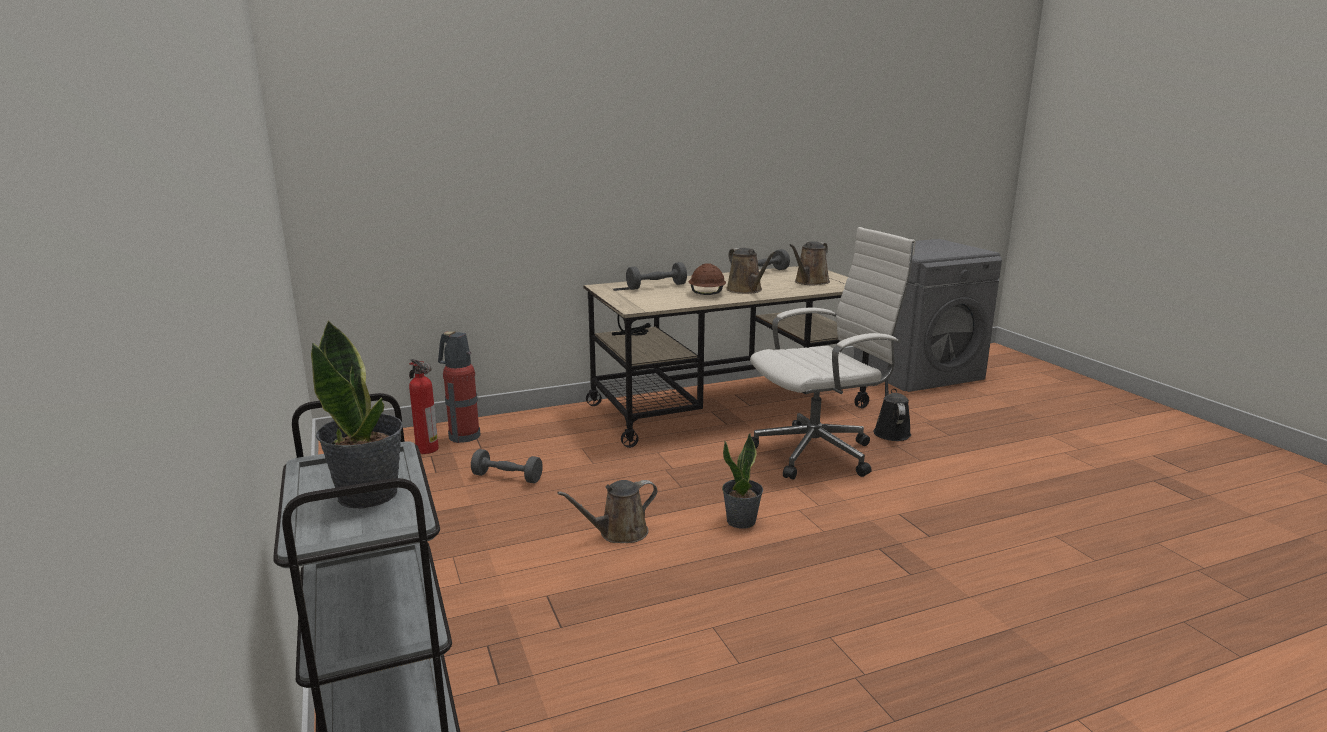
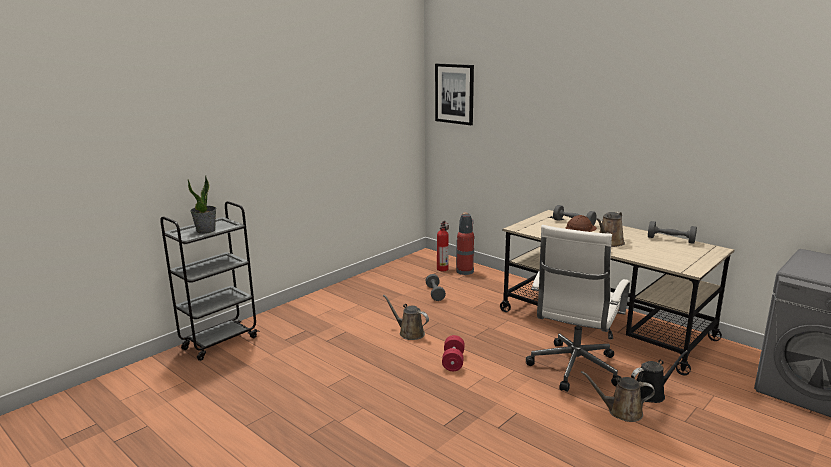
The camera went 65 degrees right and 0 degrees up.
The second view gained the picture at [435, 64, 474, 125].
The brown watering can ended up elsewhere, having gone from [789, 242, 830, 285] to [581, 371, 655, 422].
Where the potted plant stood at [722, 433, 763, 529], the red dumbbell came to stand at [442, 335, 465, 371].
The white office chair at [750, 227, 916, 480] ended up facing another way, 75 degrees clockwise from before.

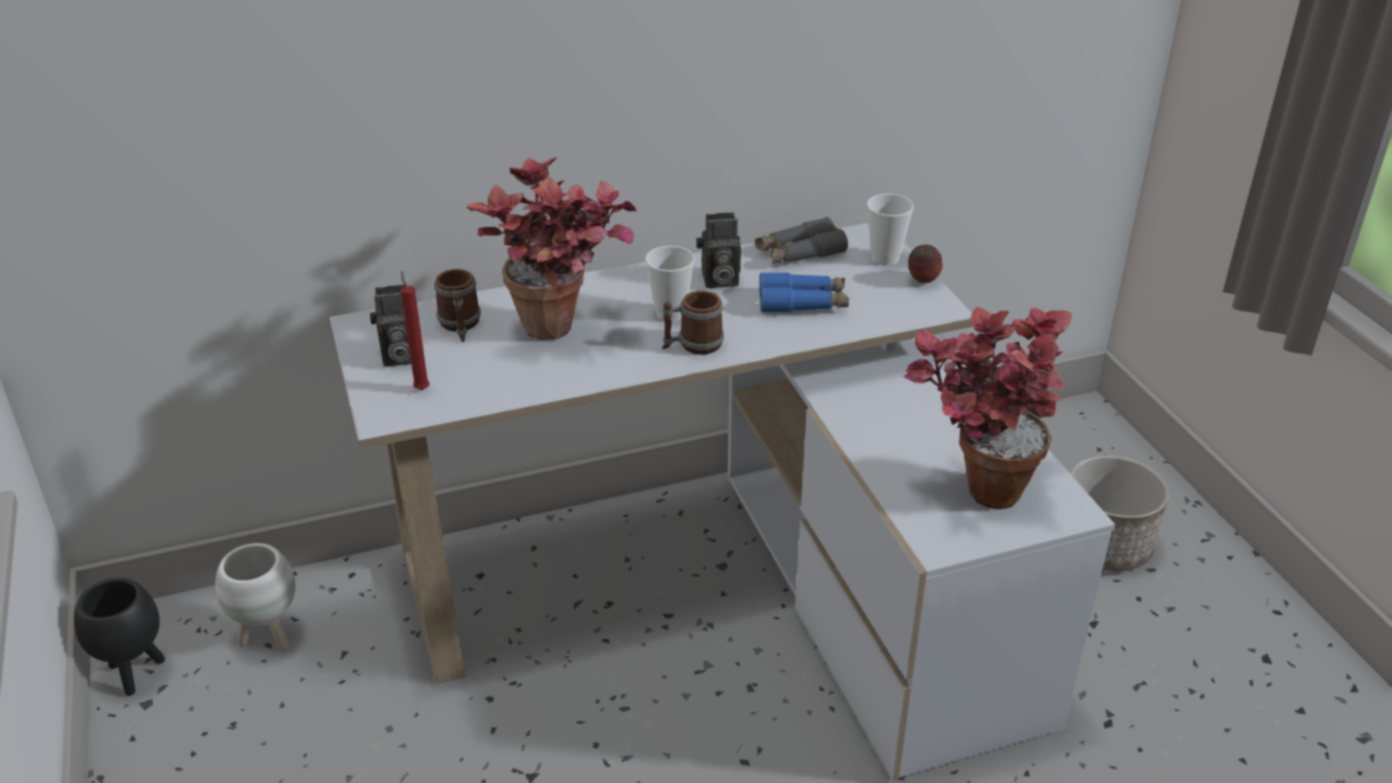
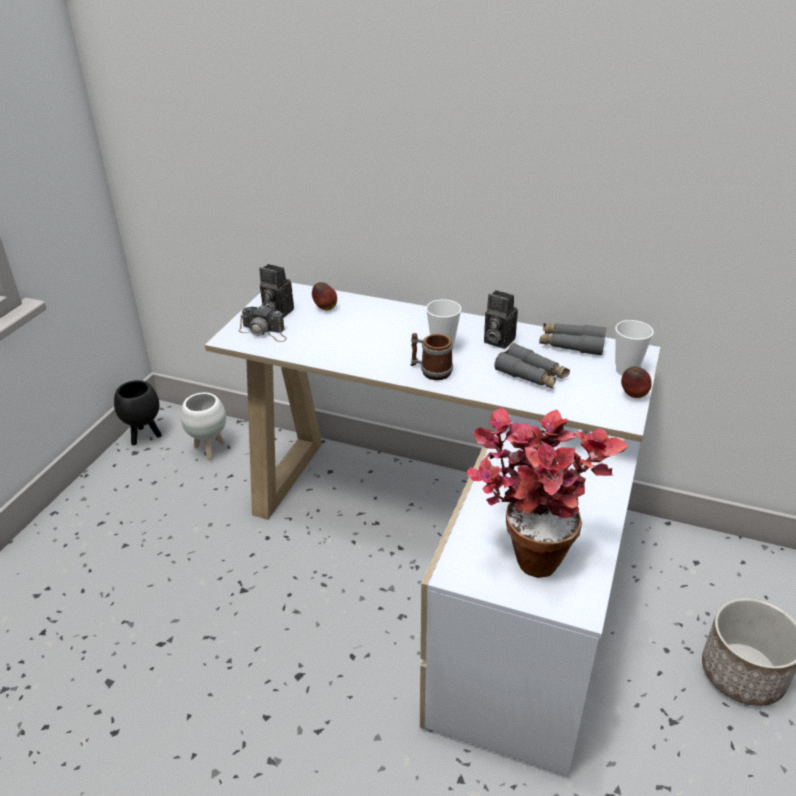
The camera went 40 degrees right and 0 degrees up.
The second view lost the potted plant at [466, 157, 637, 340].
Where the red candle stood at [401, 270, 430, 390], the photo camera came to stand at [239, 305, 287, 342].
Where the mug stood at [434, 269, 481, 342], the apple came to stand at [312, 282, 337, 311].
What was the blue binoculars at [759, 272, 849, 313] turned into the grey binoculars at [494, 343, 570, 389].

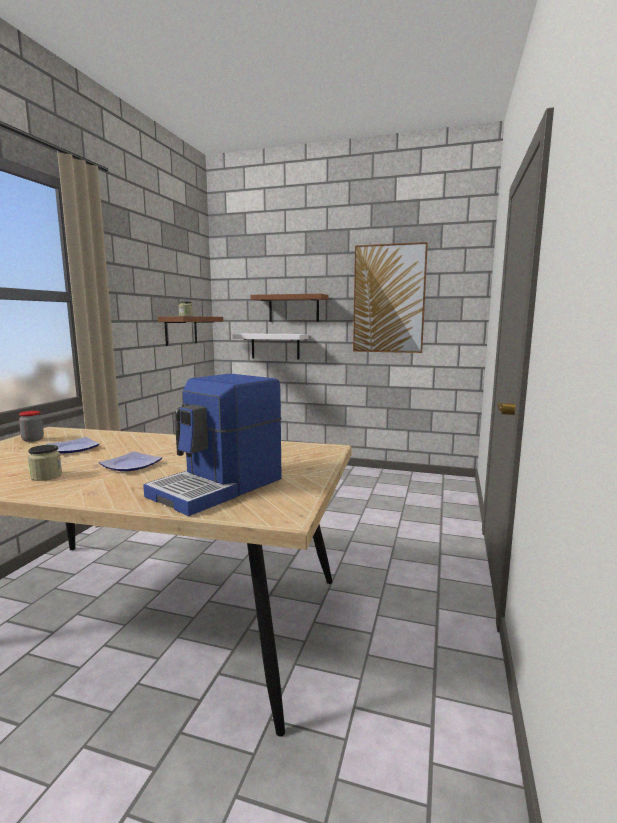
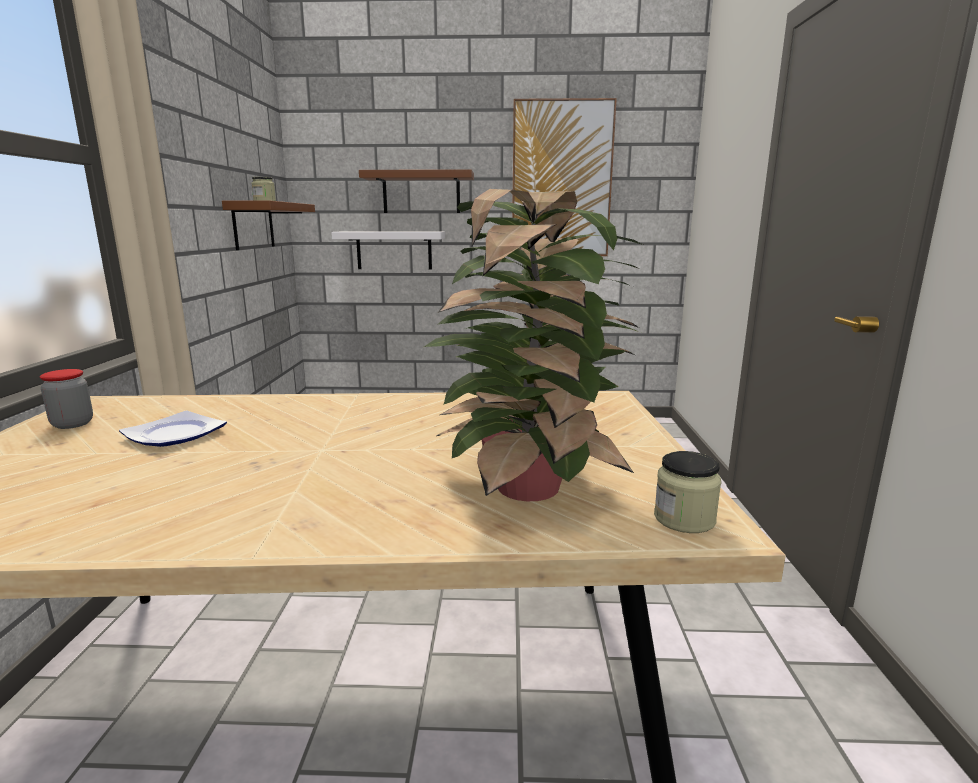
The camera went 15 degrees left and 5 degrees up.
The second view lost the plate at [99, 451, 162, 471].
The jar ended up elsewhere, having gone from [28, 445, 62, 481] to [654, 451, 721, 533].
Where the coffee machine stood at [143, 374, 282, 516], the potted plant came to stand at [424, 189, 643, 501].

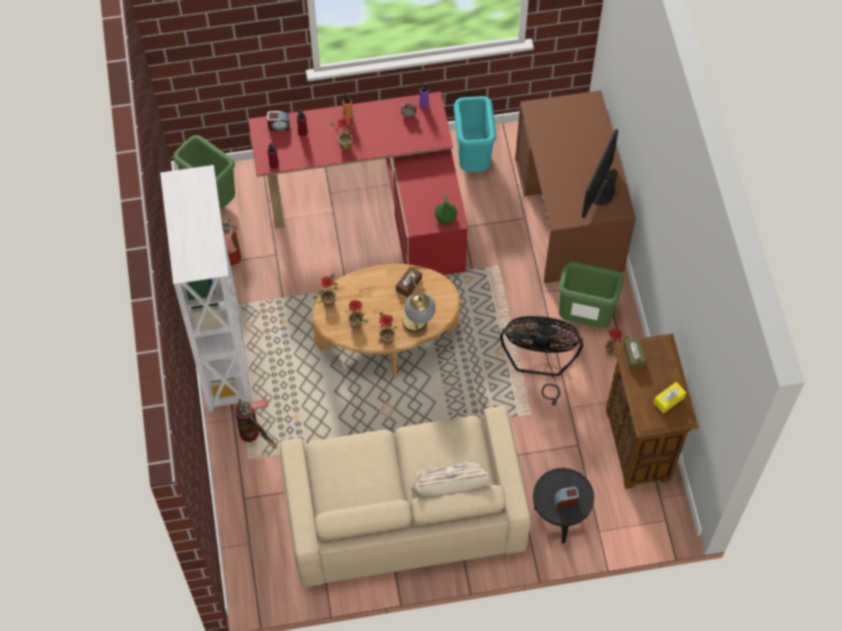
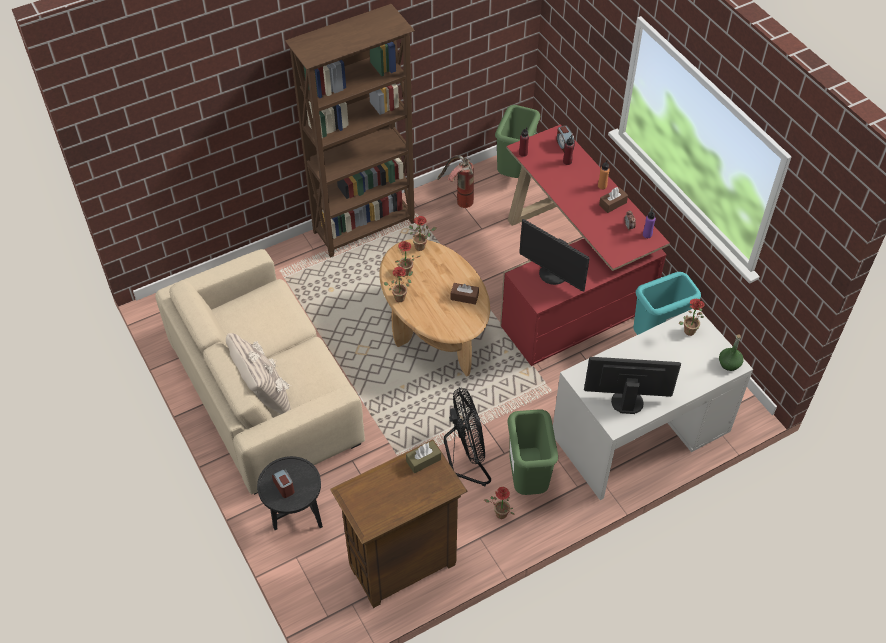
The camera went 70 degrees right and 10 degrees down.
The second view lost the fire extinguisher at [235, 399, 277, 449].
The second view lost the table lamp at [402, 269, 436, 332].
The second view lost the yellow tissue box at [653, 382, 686, 413].
The second view gained the monitor at [519, 219, 590, 291].
The second view gained the brown tissue box at [599, 187, 628, 213].
The potted plant ended up elsewhere, having gone from [330, 118, 354, 150] to [679, 298, 705, 336].
The green bottle ended up elsewhere, having gone from [435, 193, 457, 224] to [719, 334, 744, 371].
What was the white bookcase at [160, 165, 252, 412] turned into the brown bookcase at [285, 4, 415, 258].
What was the brown desk at [515, 90, 636, 283] turned into the white desk at [553, 309, 753, 500].

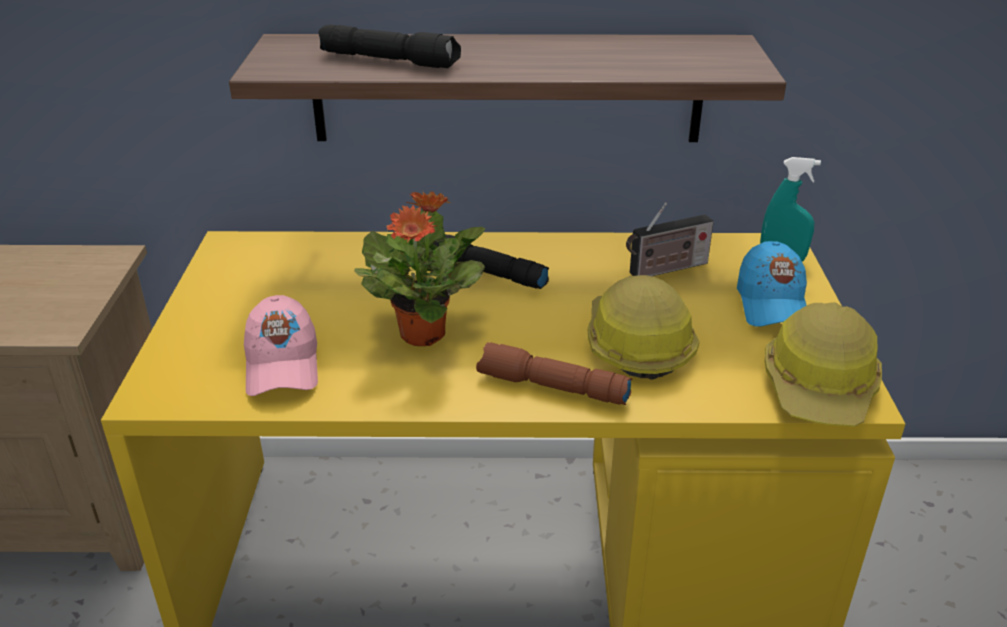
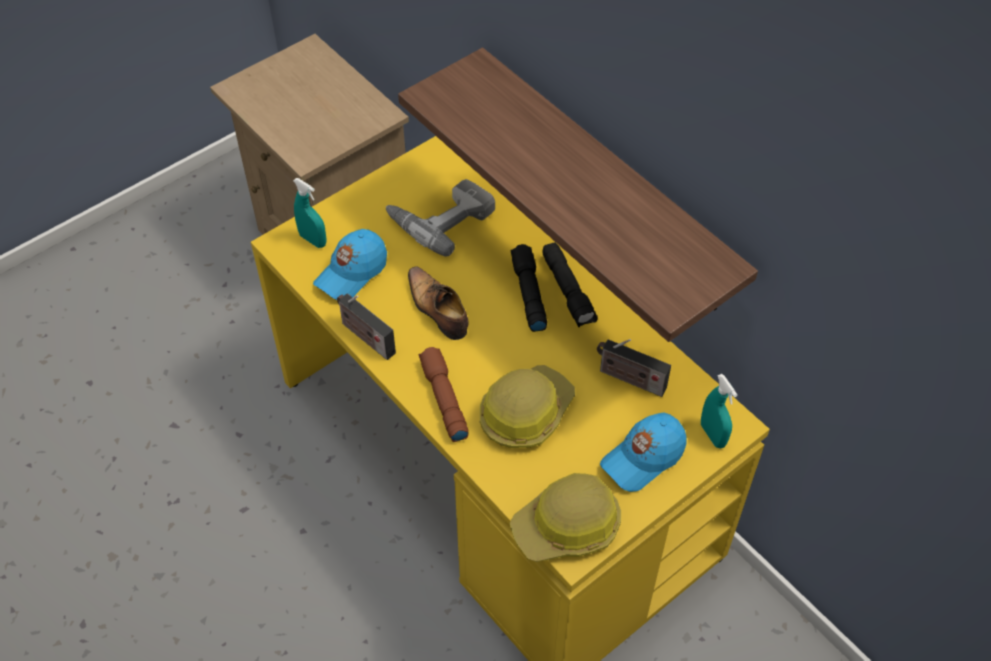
The camera went 50 degrees right and 20 degrees up.
The second view gained the turquoise spray bottle at [293, 178, 326, 248].
The second view gained the radio at [337, 293, 396, 360].
The second view gained the power drill at [386, 179, 495, 257].
The black flashlight ended up elsewhere, having gone from [318, 24, 461, 68] to [542, 242, 598, 327].
Where the potted plant stood at [354, 192, 485, 346], the shoe came to stand at [408, 266, 468, 340].
What was the pink cap at [244, 295, 318, 396] turned into the blue cap at [313, 229, 387, 300].

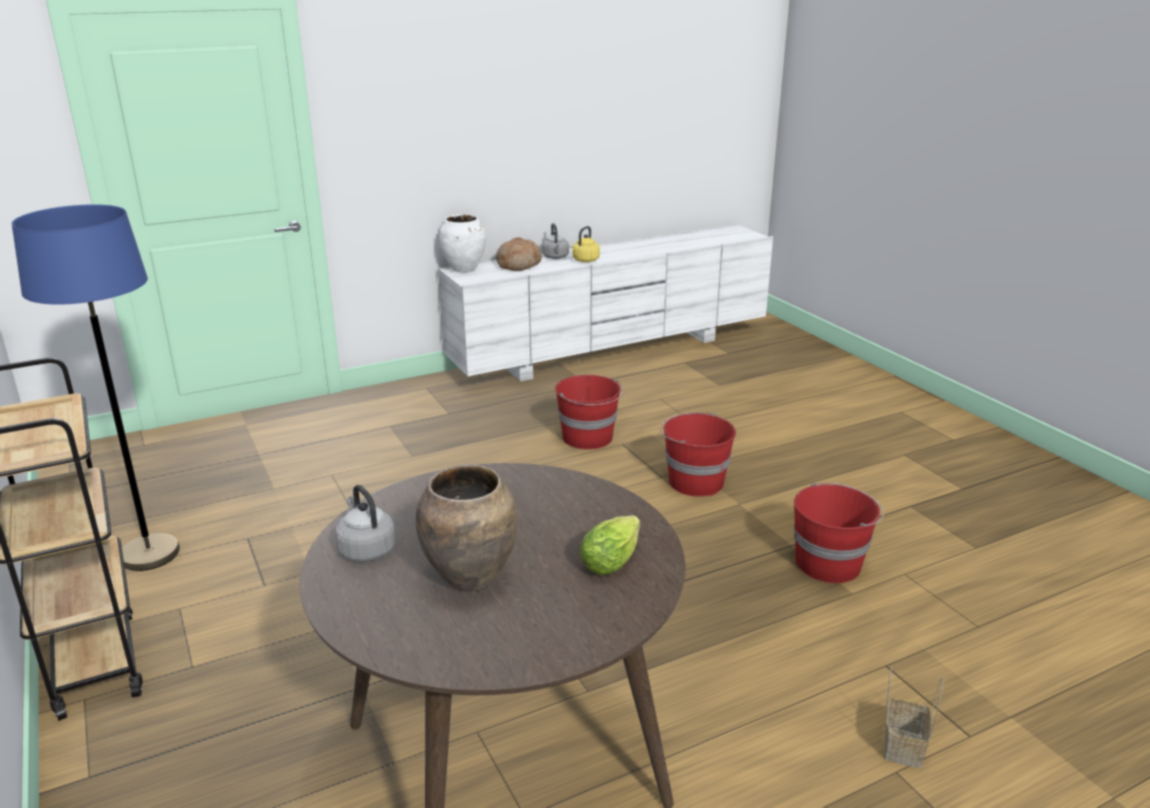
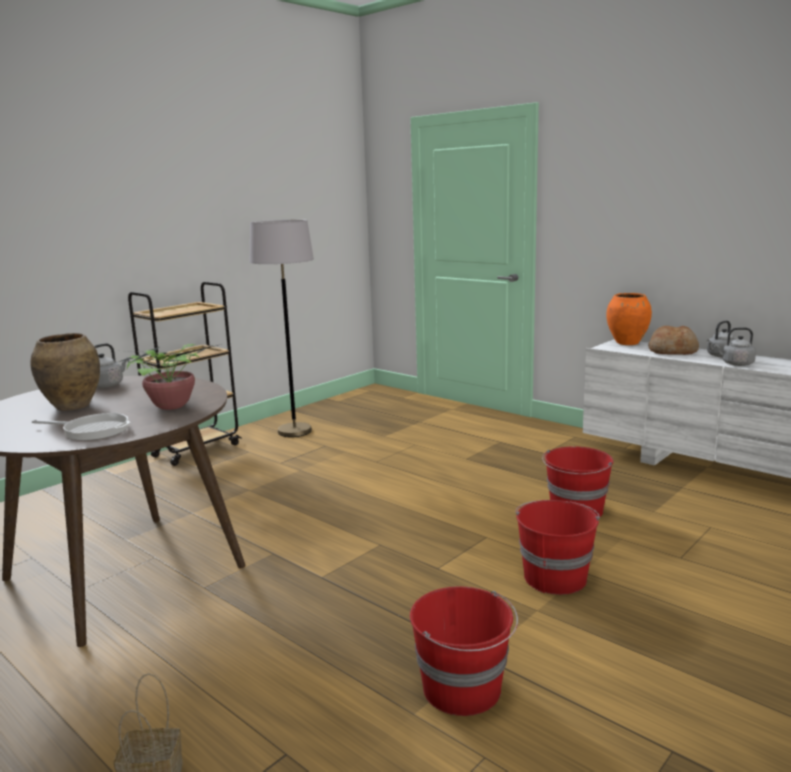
The camera went 70 degrees right and 10 degrees down.
The second view gained the potted plant at [119, 344, 218, 410].
Where the lettuce stood at [580, 515, 640, 575], the frying pan came to stand at [32, 412, 131, 441].
What was the blue floor lamp at [11, 204, 180, 571] turned into the grey floor lamp at [250, 220, 314, 437].
What was the white vase at [439, 214, 486, 272] turned into the orange vase at [606, 293, 652, 345].
What was the yellow kettle at [572, 226, 600, 262] turned into the grey kettle at [714, 327, 756, 366].

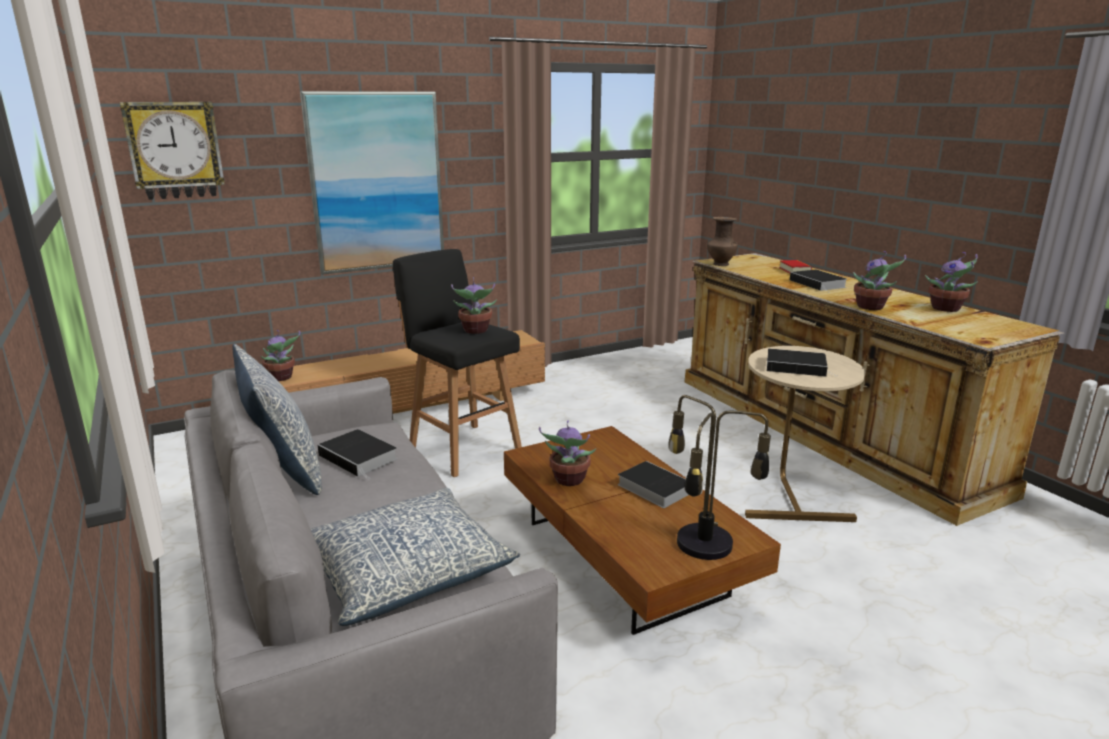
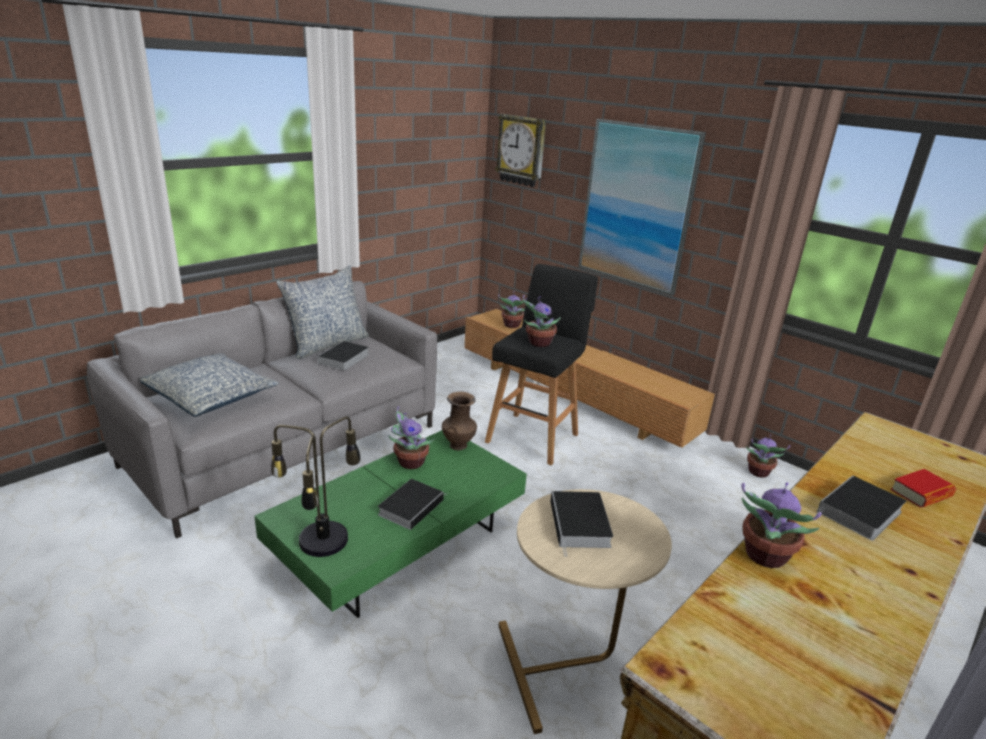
The camera went 70 degrees right and 5 degrees up.
The brown vase ended up elsewhere, having gone from [707, 217, 738, 266] to [442, 392, 477, 450].
The potted plant ended up elsewhere, having gone from [925, 252, 978, 312] to [746, 434, 790, 478].
What was the brown coffee table at [504, 426, 781, 635] turned into the green coffee table at [254, 430, 527, 618].

